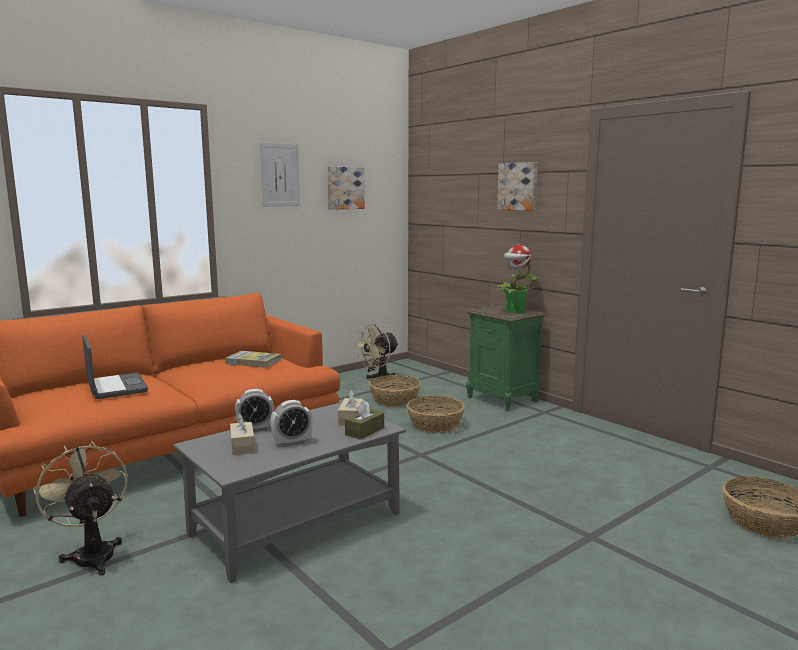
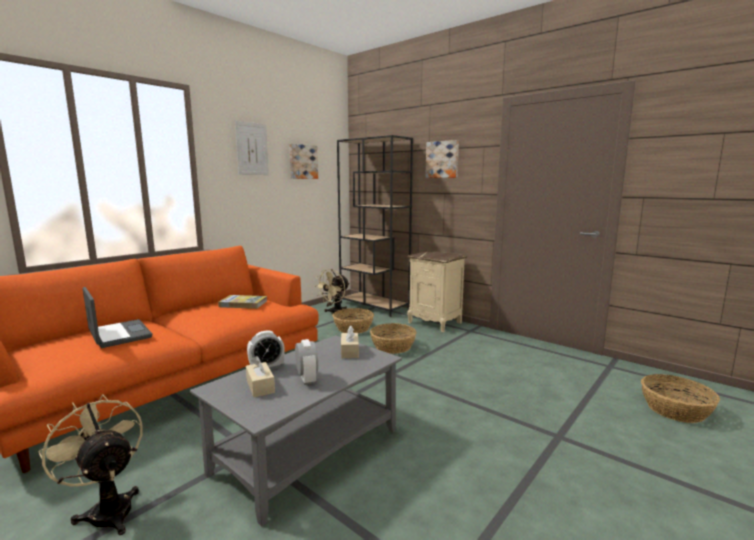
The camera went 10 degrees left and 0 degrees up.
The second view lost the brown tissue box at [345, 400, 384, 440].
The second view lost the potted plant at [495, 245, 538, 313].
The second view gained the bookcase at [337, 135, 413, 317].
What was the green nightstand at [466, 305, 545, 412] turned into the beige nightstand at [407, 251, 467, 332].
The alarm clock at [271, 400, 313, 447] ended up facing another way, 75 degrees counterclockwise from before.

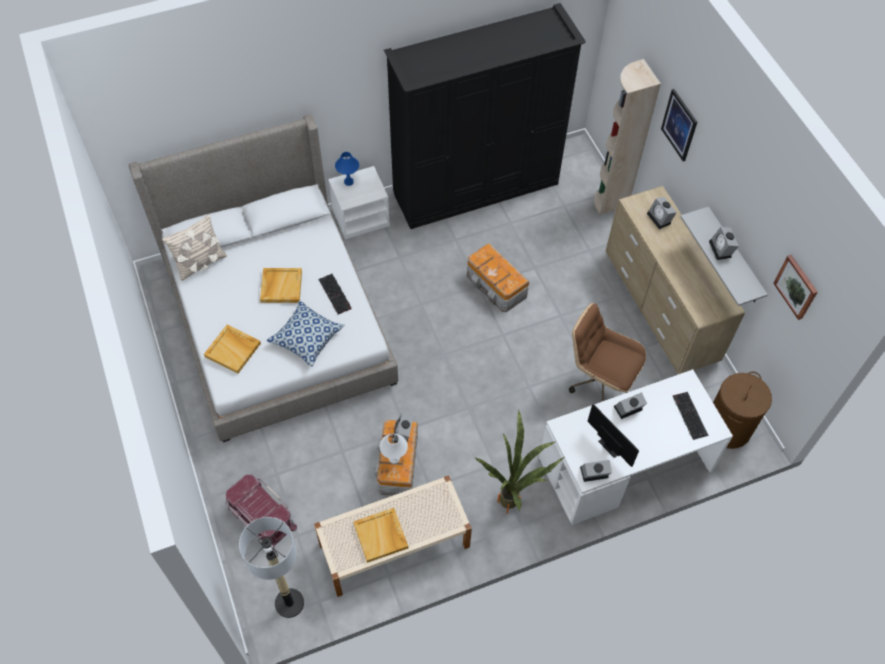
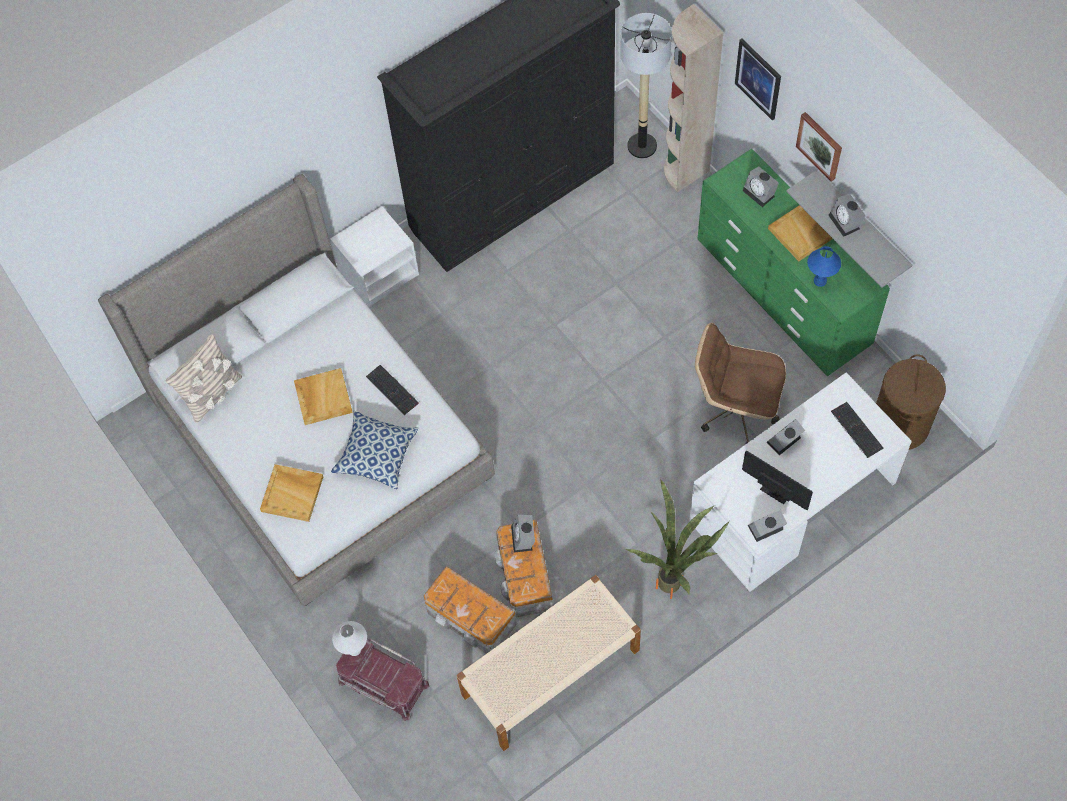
The camera went 10 degrees left and 5 degrees up.
The floor lamp ended up elsewhere, having gone from [239, 517, 304, 618] to [620, 13, 672, 158].
The blue table lamp ended up elsewhere, having gone from [335, 152, 359, 186] to [807, 246, 841, 287].
The beige tray ended up elsewhere, having gone from [353, 508, 408, 563] to [768, 205, 833, 261].
The white table lamp ended up elsewhere, having gone from [380, 434, 408, 464] to [332, 621, 367, 656].
The storage box ended up elsewhere, having gone from [467, 243, 529, 312] to [424, 566, 517, 654].
The picture ended up elsewhere, having gone from [773, 255, 818, 320] to [796, 112, 842, 182].
What was the beige dresser at [606, 186, 745, 374] turned into the green dresser at [697, 149, 890, 376].

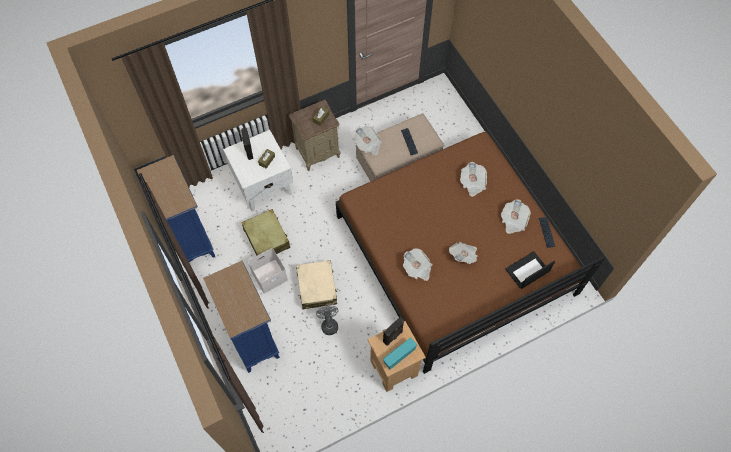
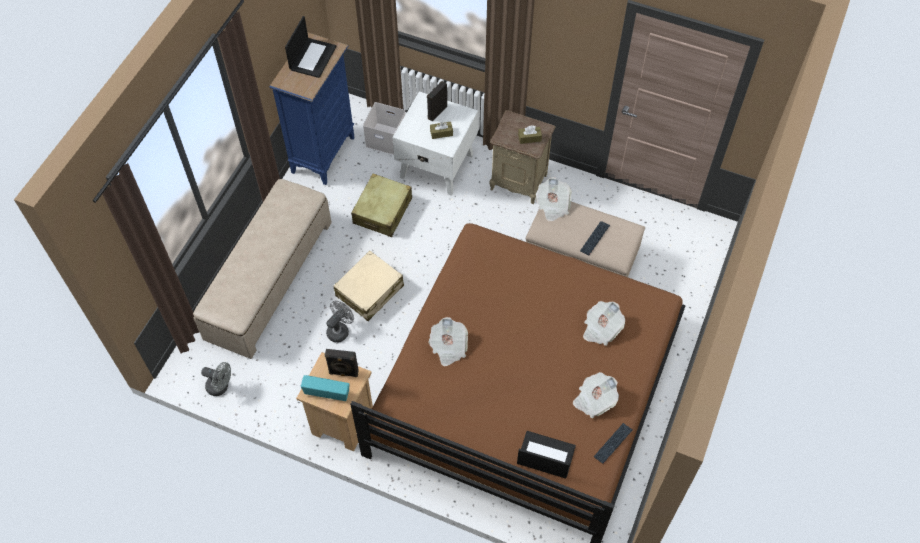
The camera went 50 degrees right and 5 degrees down.
The second view lost the newspaper at [449, 242, 478, 264].
The second view gained the grey fan at [201, 362, 231, 396].
The second view gained the laptop at [285, 16, 337, 78].
The white storage box ended up elsewhere, having gone from [248, 248, 288, 294] to [363, 102, 405, 155].
Where the blue dresser stood at [203, 261, 280, 373], the beige bench came to stand at [193, 179, 332, 359].

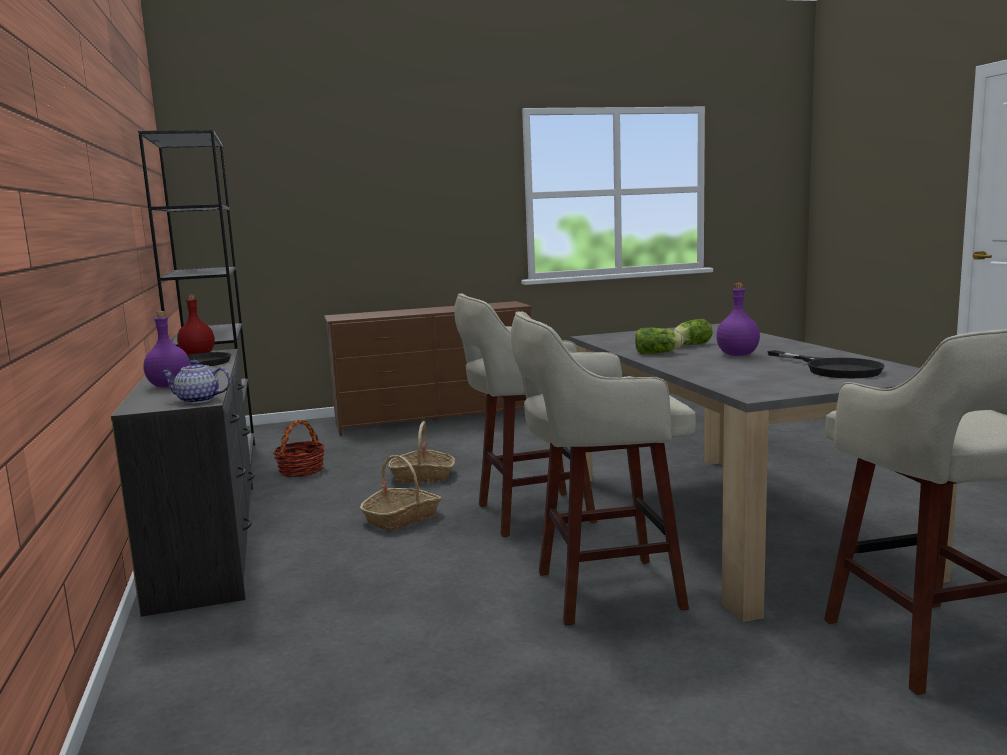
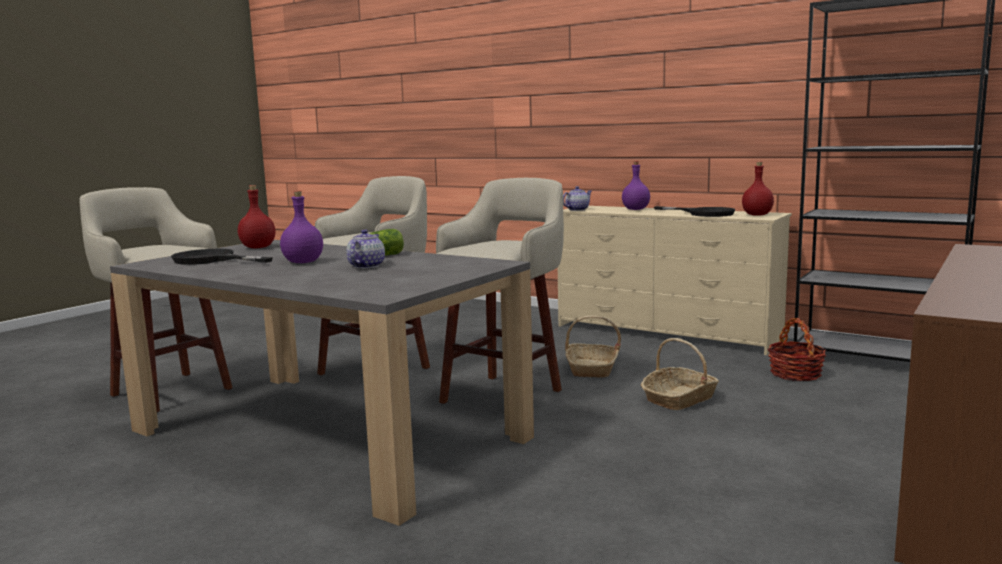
The camera went 140 degrees right and 0 degrees up.
The second view gained the red bottle at [238, 185, 275, 248].
Where the lettuce stood at [673, 319, 713, 345], the teapot came to stand at [346, 229, 385, 269].
What was the black dresser at [111, 349, 255, 617] turned into the beige dresser at [558, 206, 792, 355].

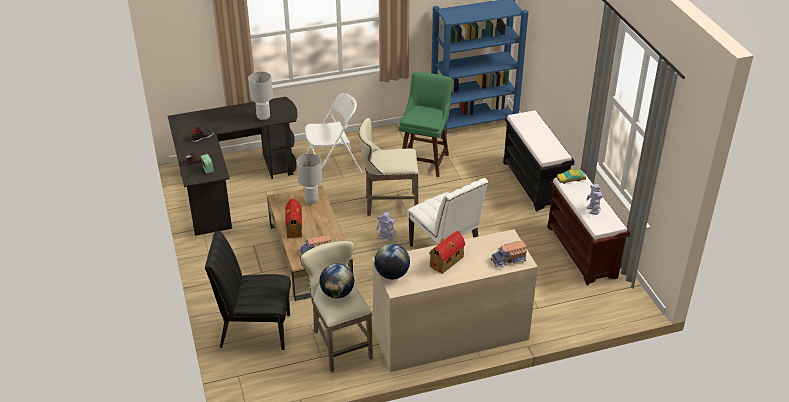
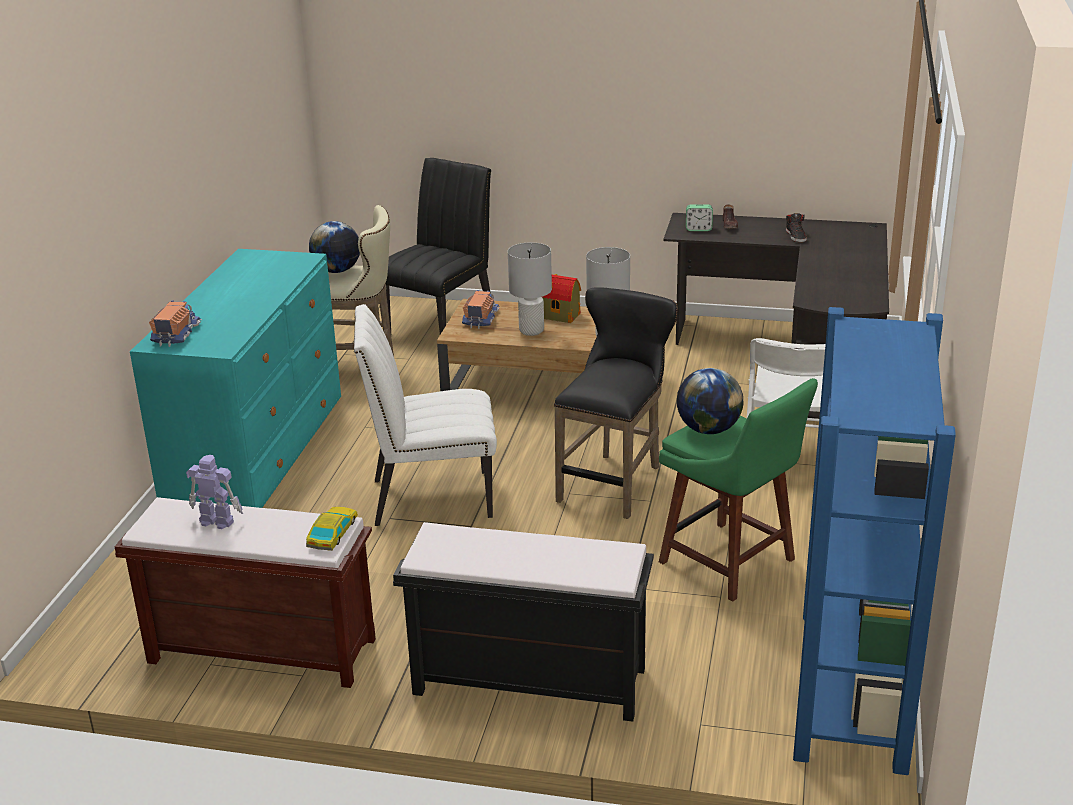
The camera went 120 degrees right and 10 degrees down.
The second view lost the toy robot at [376, 212, 397, 241].
The second view lost the toy house at [429, 231, 465, 274].
The grey table lamp ended up elsewhere, having gone from [248, 71, 273, 120] to [508, 242, 552, 336].
The globe ended up elsewhere, having gone from [374, 244, 410, 279] to [677, 368, 744, 434].
What was the beige stool at [358, 118, 419, 216] turned into the black stool at [554, 287, 678, 519].
What was the beige dresser at [372, 229, 538, 372] turned into the turquoise dresser at [130, 249, 341, 508].

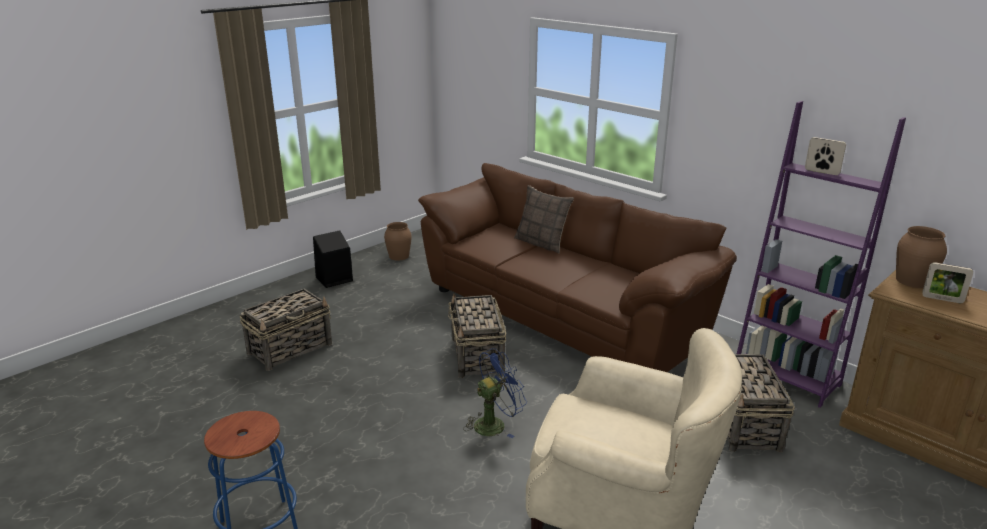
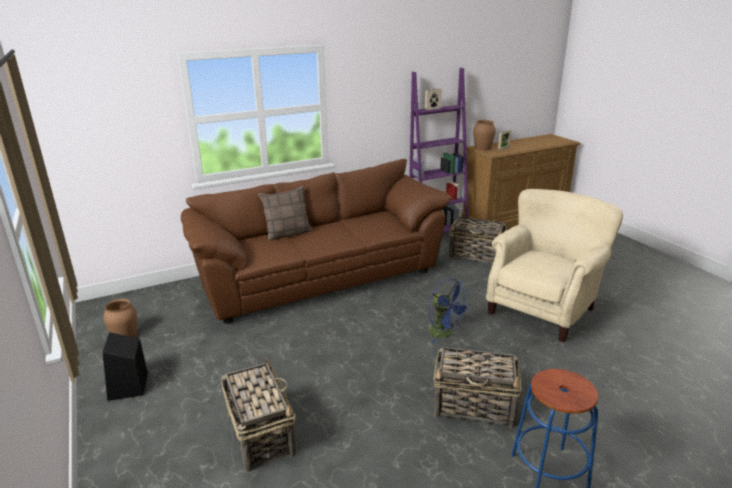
The camera went 70 degrees left and 0 degrees up.
The basket ended up elsewhere, having gone from [448, 294, 506, 378] to [433, 347, 522, 428].
The blue fan at [463, 348, 527, 438] ended up facing another way, 150 degrees clockwise from before.

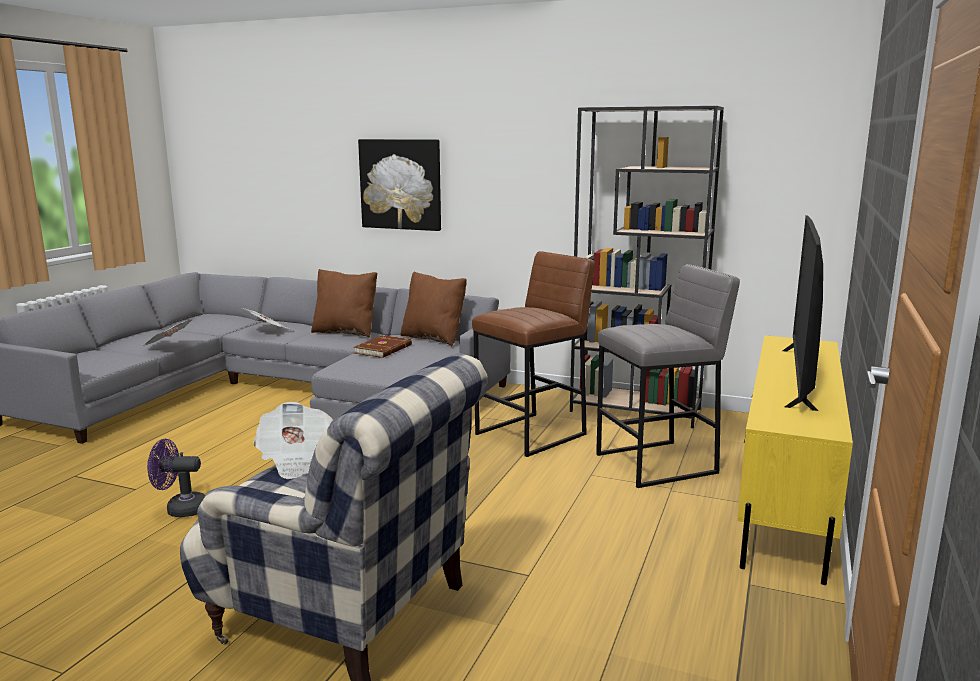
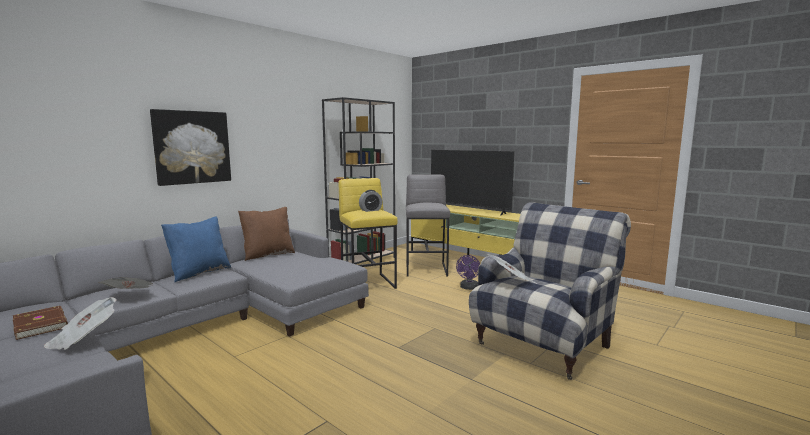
The camera went 70 degrees left and 5 degrees down.
The second view gained the alarm clock at [359, 190, 382, 212].
The purple fan ended up elsewhere, having gone from [147, 439, 205, 517] to [456, 255, 480, 290].
The brown book ended up elsewhere, having gone from [354, 335, 412, 358] to [13, 306, 68, 340].
What was the brown pillow at [311, 269, 377, 338] turned into the blue pillow at [161, 217, 231, 282].
What was the brown stool at [472, 251, 595, 457] turned into the yellow stool at [338, 178, 398, 289].

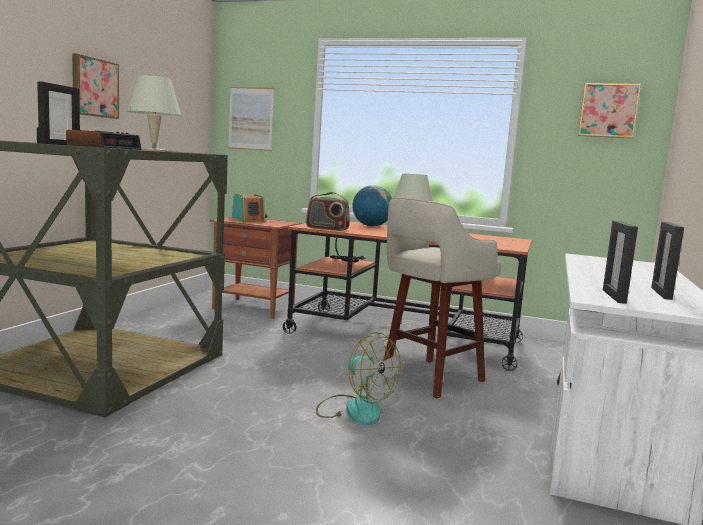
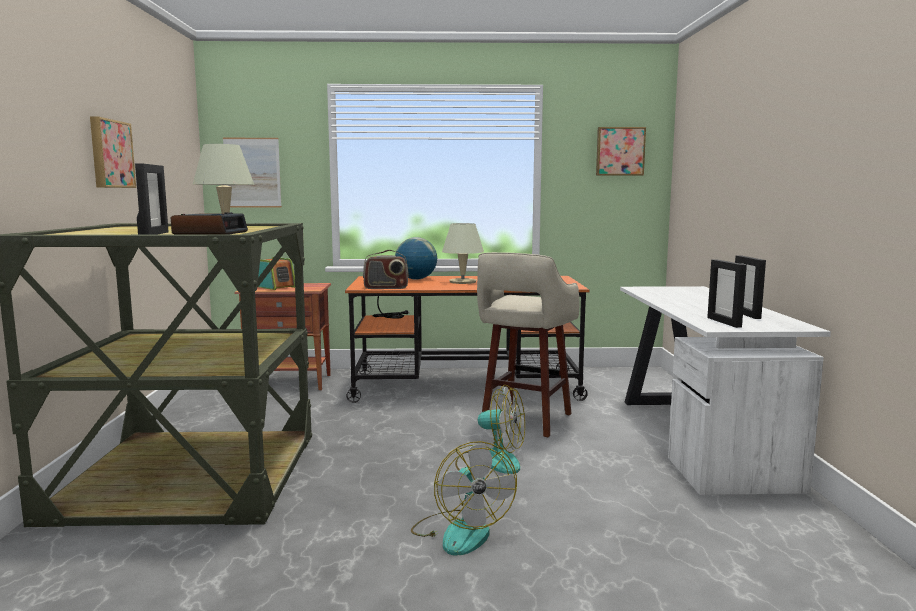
The camera went 20 degrees left and 0 degrees up.
The second view gained the fan at [411, 441, 517, 556].

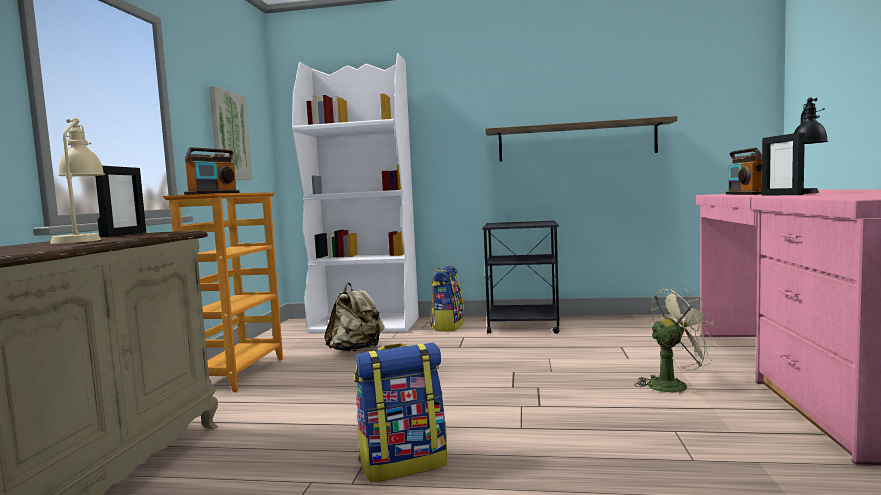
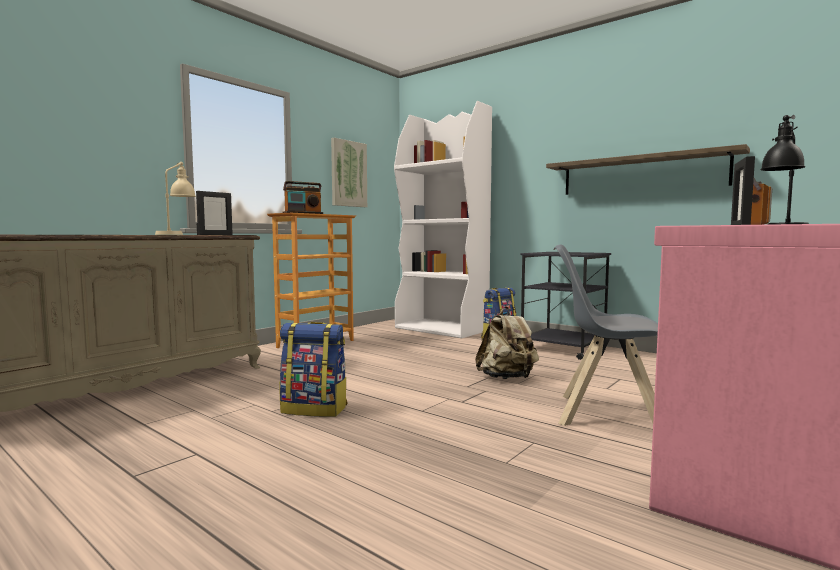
The camera went 30 degrees right and 0 degrees up.
The beige backpack ended up elsewhere, having gone from [324, 283, 385, 351] to [475, 307, 539, 379].
Where the beige fan stood at [634, 286, 719, 396], the grey chair came to stand at [553, 244, 658, 426].

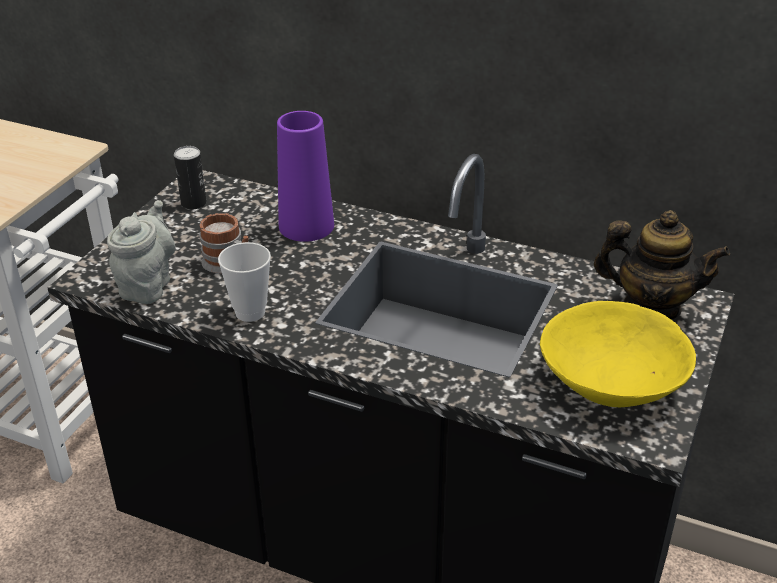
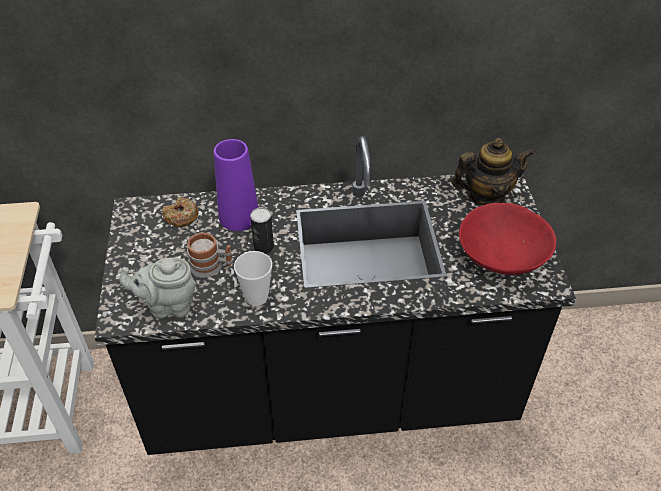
The camera went 30 degrees left and 10 degrees up.
The second view gained the donut at [162, 197, 199, 227].
The can ended up elsewhere, having gone from [174, 146, 207, 209] to [250, 207, 274, 254].
What was the yellow bowl at [540, 301, 696, 407] turned into the red bowl at [459, 203, 556, 275].
The grey teapot at [107, 200, 176, 304] ended up facing another way, 75 degrees counterclockwise from before.

